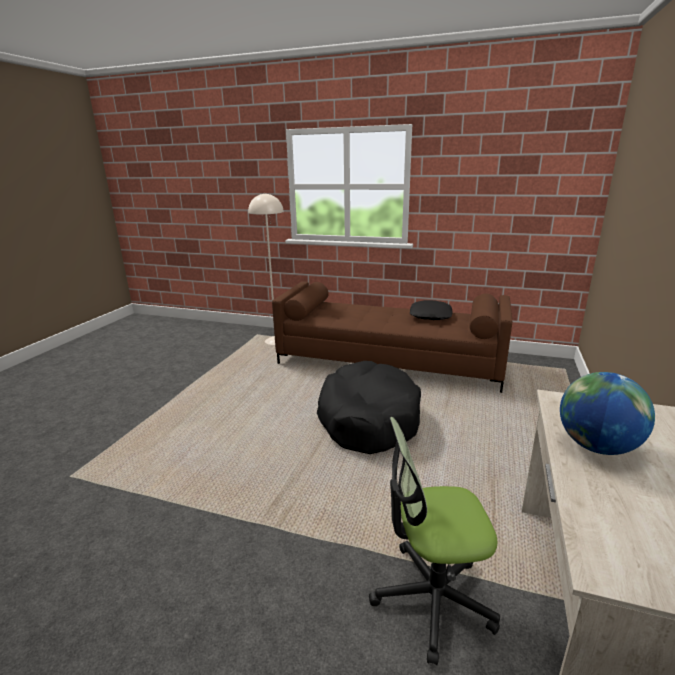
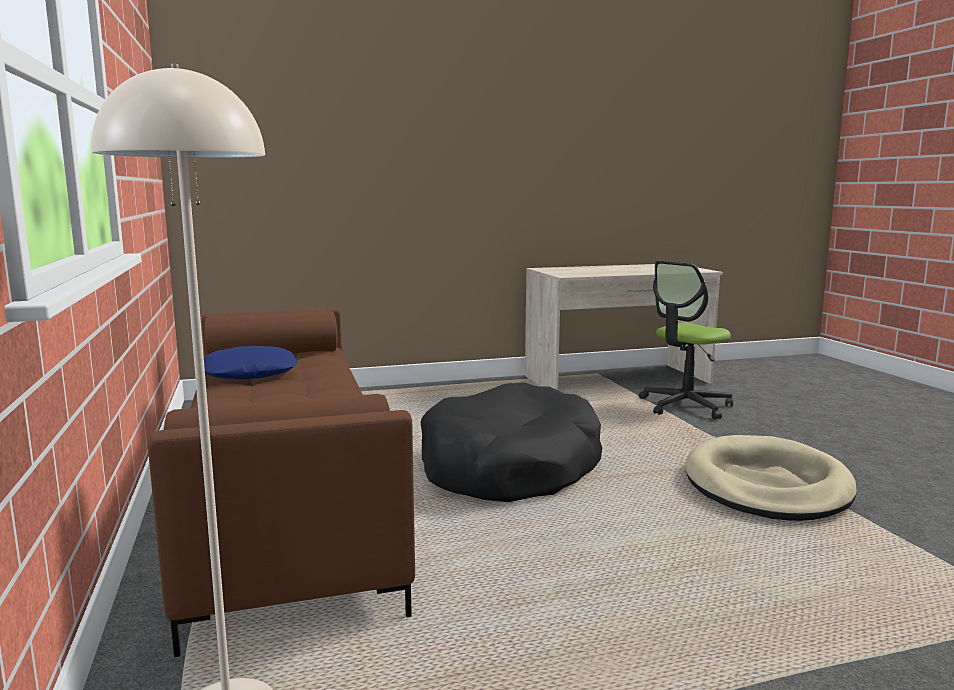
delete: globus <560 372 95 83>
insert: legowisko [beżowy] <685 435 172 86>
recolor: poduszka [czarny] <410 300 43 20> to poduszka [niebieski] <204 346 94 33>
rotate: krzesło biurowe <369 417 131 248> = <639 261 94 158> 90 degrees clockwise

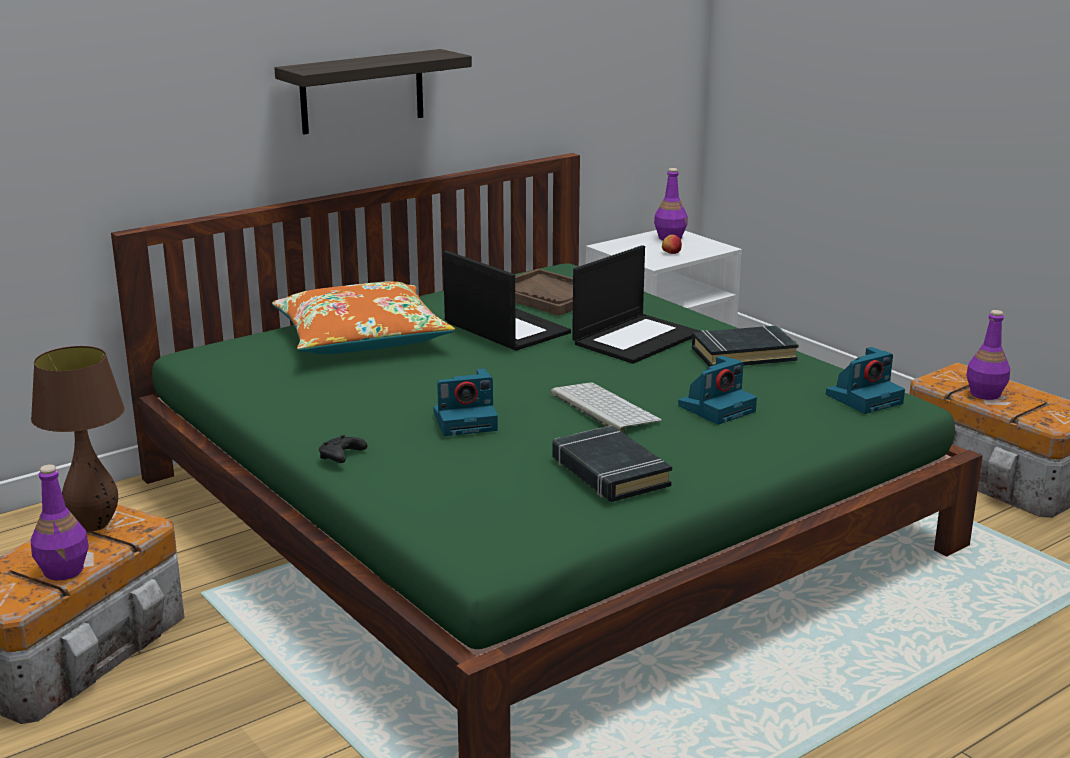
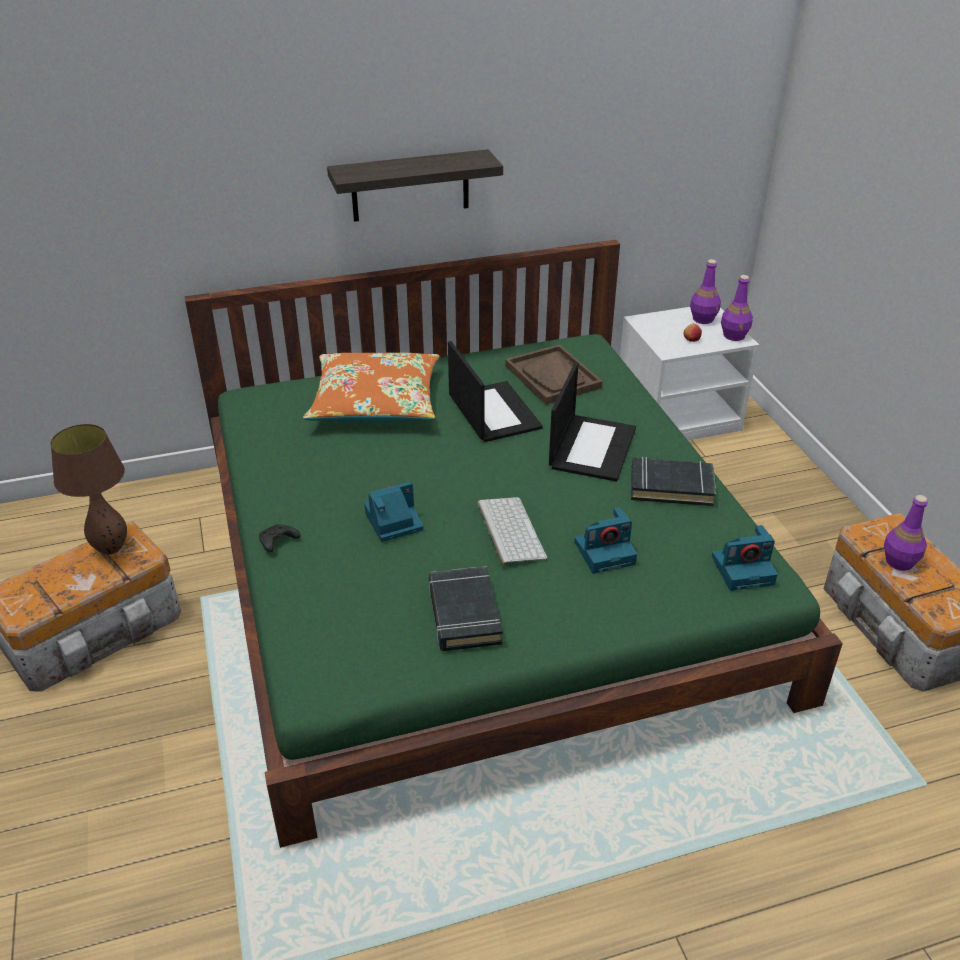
move: butelka [fioletowy] <30 465 59 115> to <721 275 32 66>
rotate: aparat fotograficzny <433 368 65 68> = <364 482 59 60> 150 degrees clockwise; laptop <572 245 129 119> = <549 362 87 120> 45 degrees counterclockwise

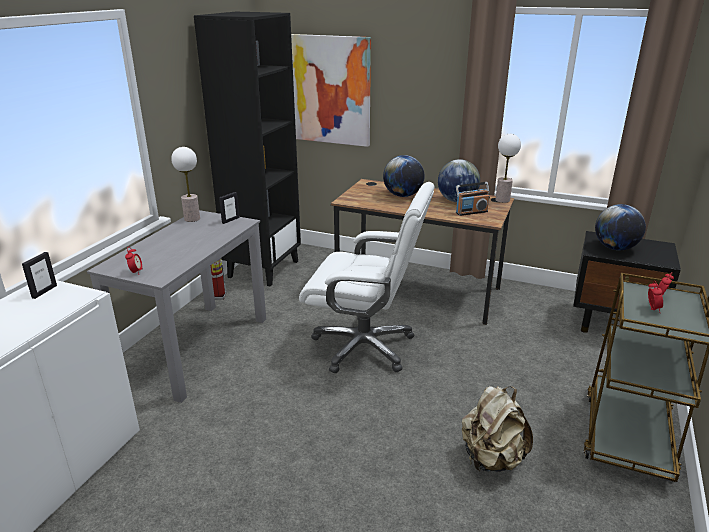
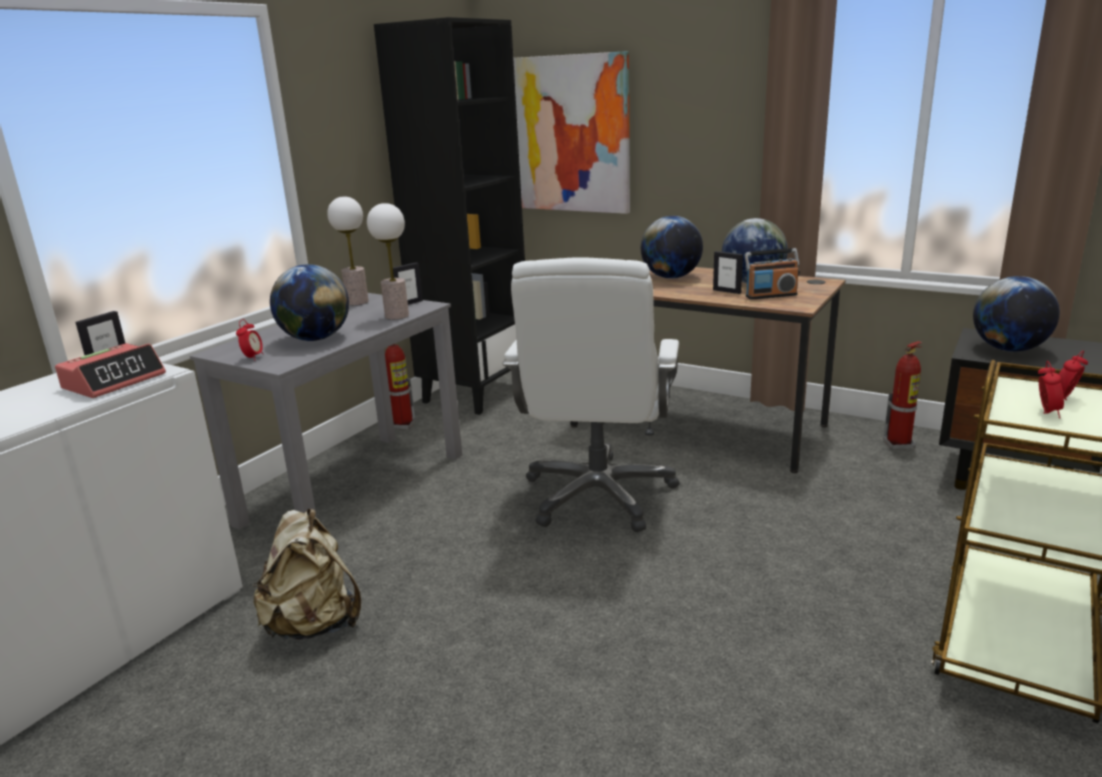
insert: budzik <55 343 111 55>; globus <270 264 79 77>; ramka na zdjęcie <713 251 30 43>; gaśnica <883 341 40 109>
move: plecak [beżowy] <462 386 71 86> to <253 509 108 131>; lampa stołowa <496 134 25 69> to <367 203 42 117>
rotate: krzesło biurowe [biały] <299 182 136 191> = <502 257 177 275> 75 degrees clockwise

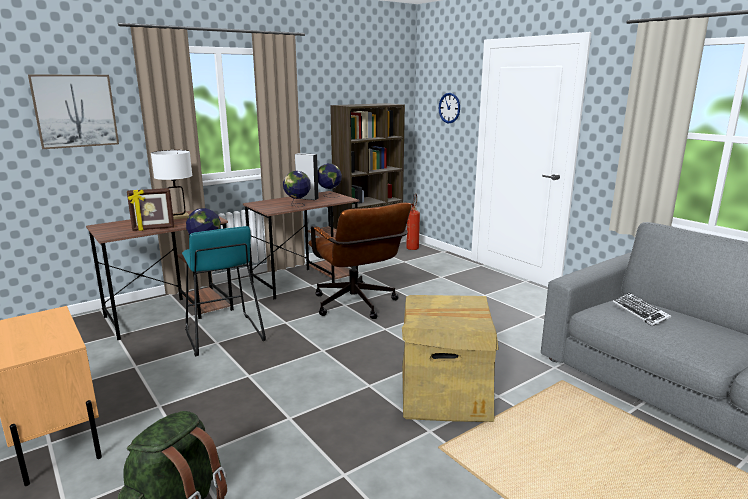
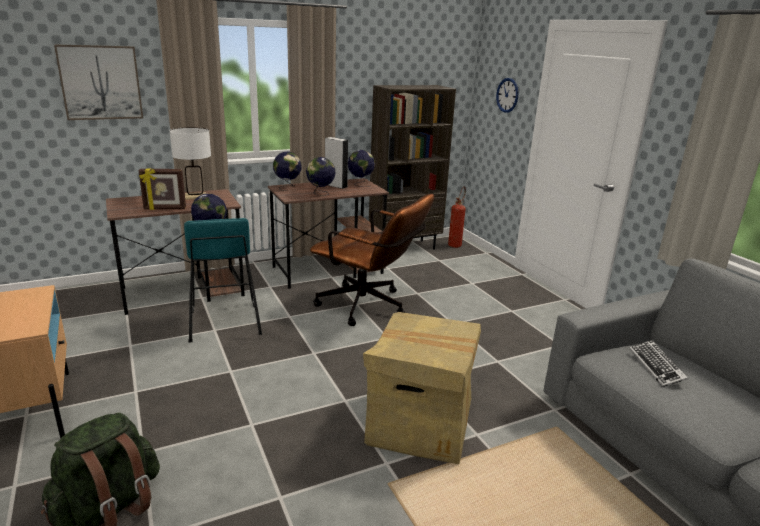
insert: globus <273 151 29 40>
rotate: krzesło biurowe [brązowy] <308 203 103 116> = <310 194 124 132> 45 degrees counterclockwise

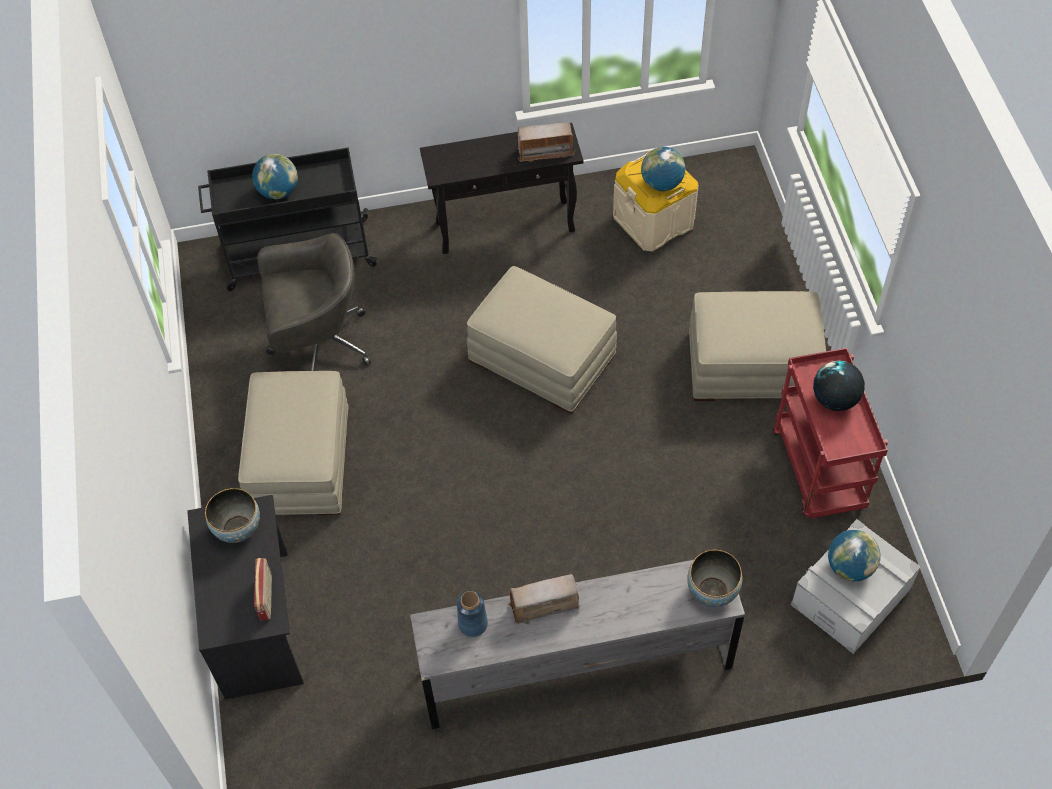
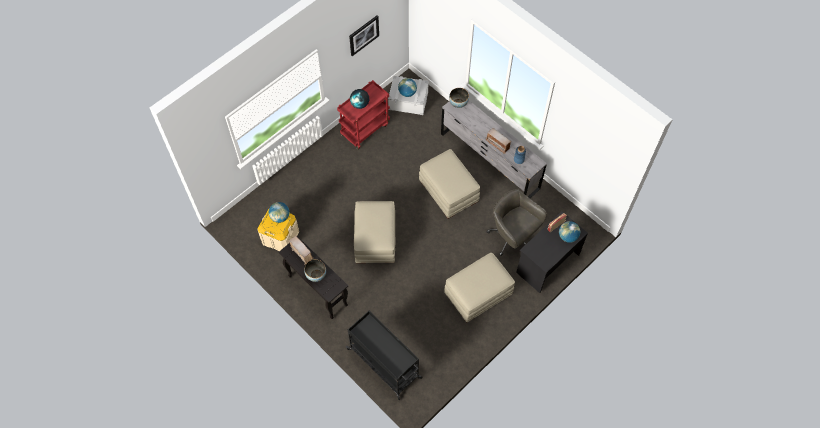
insert: obraz <349 15 30 41>
move: miska <205 488 55 55> to <304 259 22 23>; globus <252 154 46 45> to <559 221 21 22>; krzesło biurowe [szary] <257 233 114 138> to <486 189 61 67>; pufa [beżowy] <689 291 137 110> to <419 149 61 70>

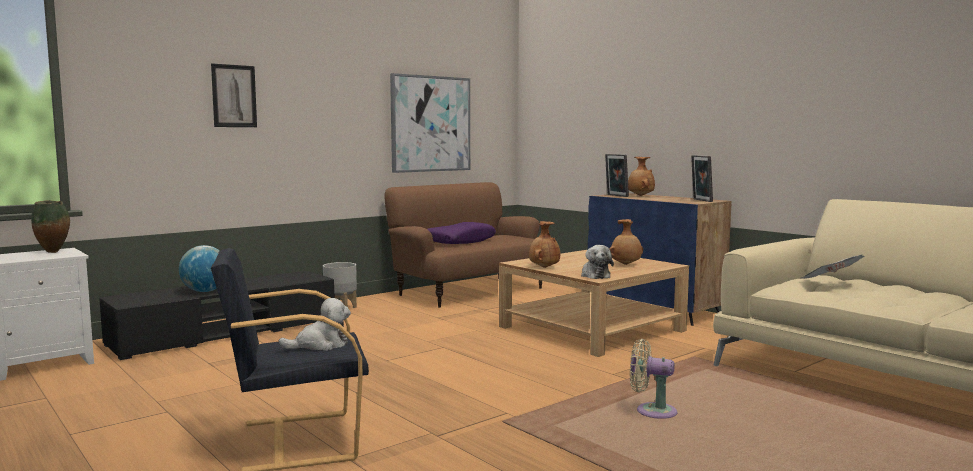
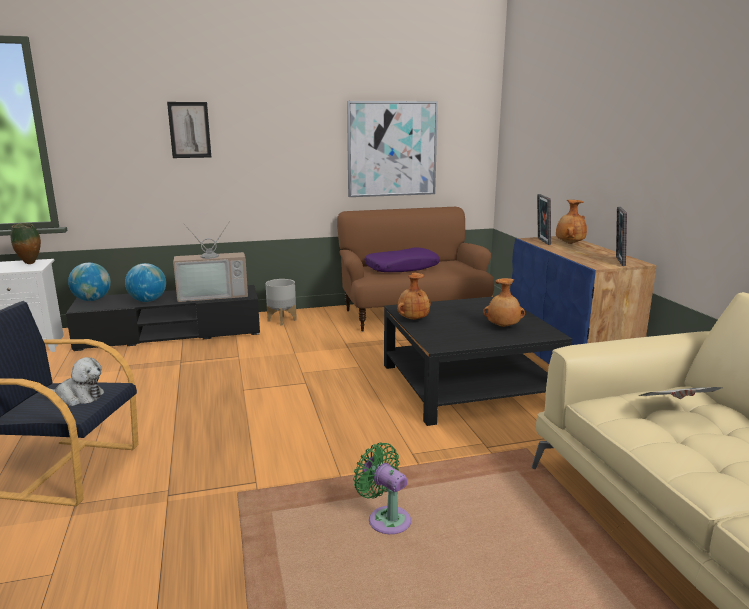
delete: pluszak <581 245 33 34>
insert: globus <68 263 43 38>; telewizor <173 221 75 81>
recolor: ława [beżowy] <499 250 190 107> to ława [czarny] <384 296 188 130>; wentylator [beżowy] <630 339 48 80> to wentylator [zielony] <353 443 58 91>

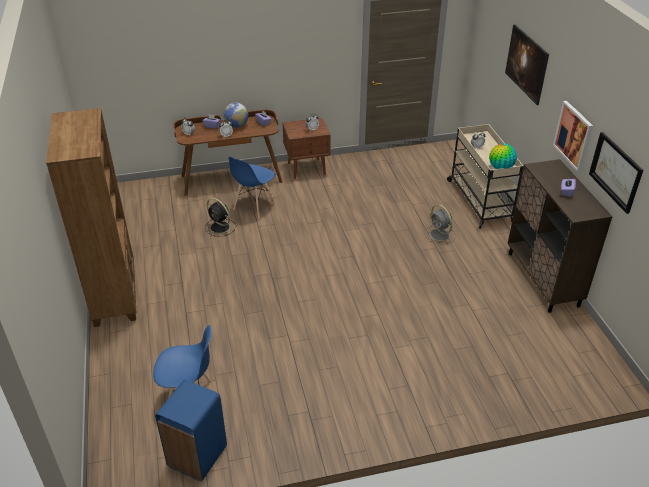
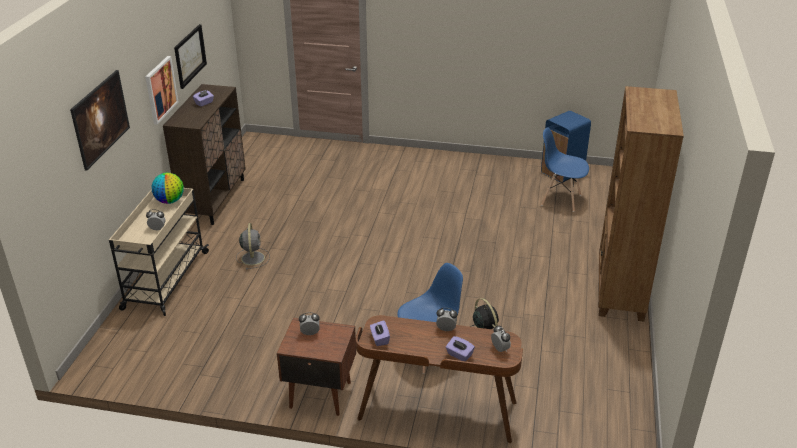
delete: globus <224 102 25 26>

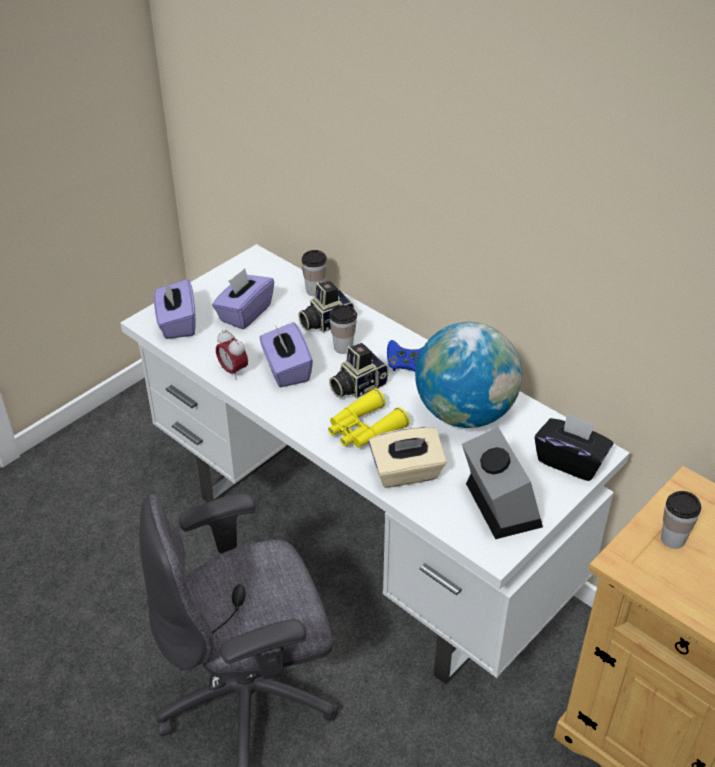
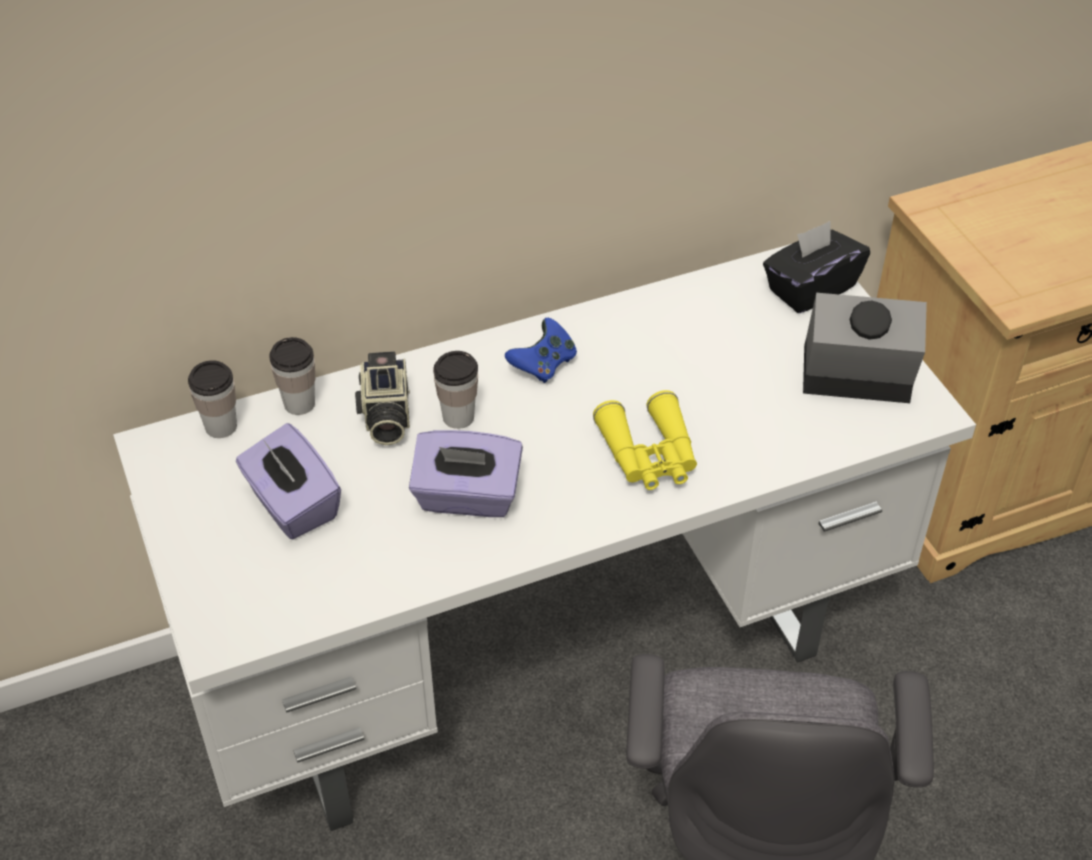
delete: pudełko chusteczek [fioletowy] <154 279 42 60>; budzik <216 330 32 50>; aparat fotograficzny <329 343 59 56>; pudełko chusteczek [beżowy] <369 427 77 61>; globus <415 322 107 106>
move: filiżanka <661 491 40 58> to <188 360 49 78>

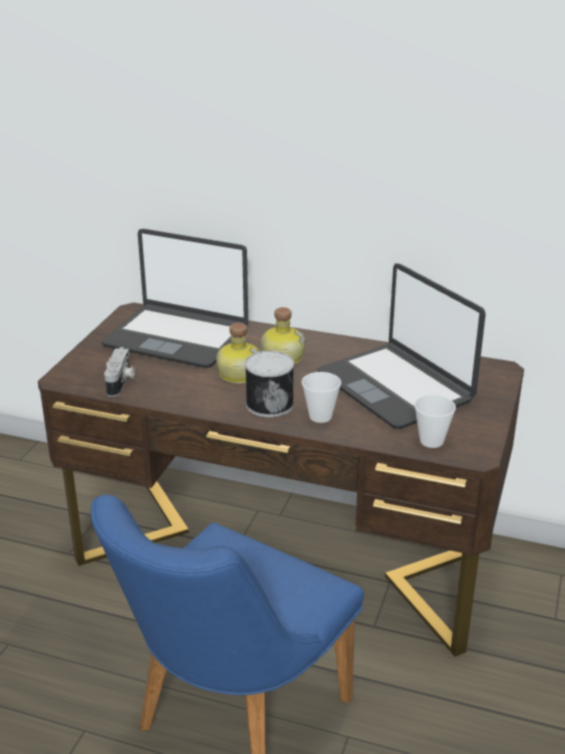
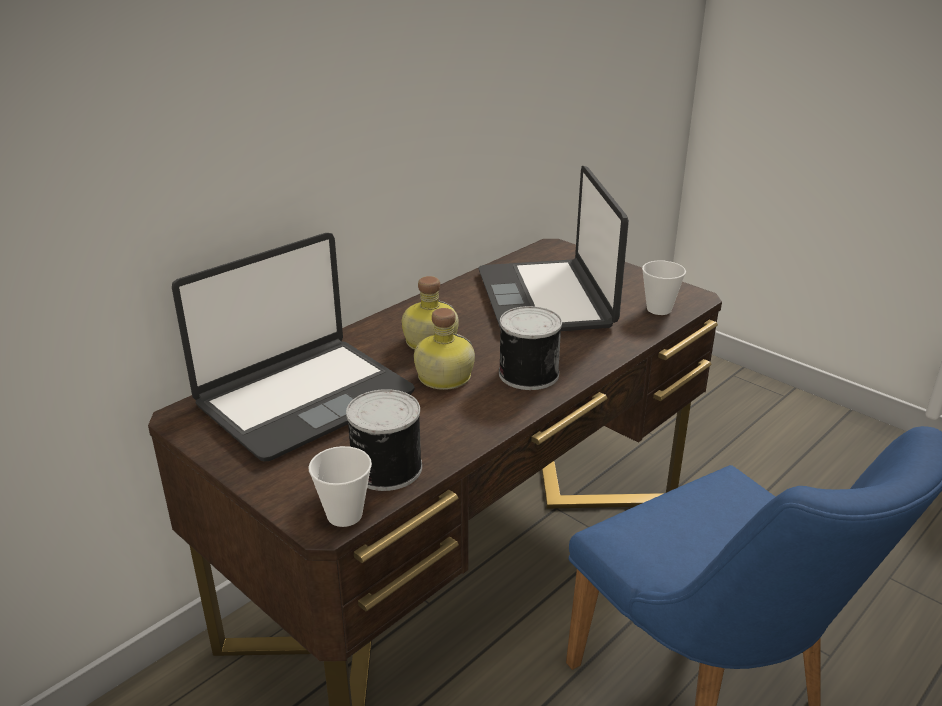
move: filiżanka <302 372 39 51> to <309 446 63 81>
replace: aparat fotograficzny <104 347 31 50> to puszka <346 389 76 102>
rotate: laptop <318 264 168 165> = <478 166 151 165> 90 degrees clockwise

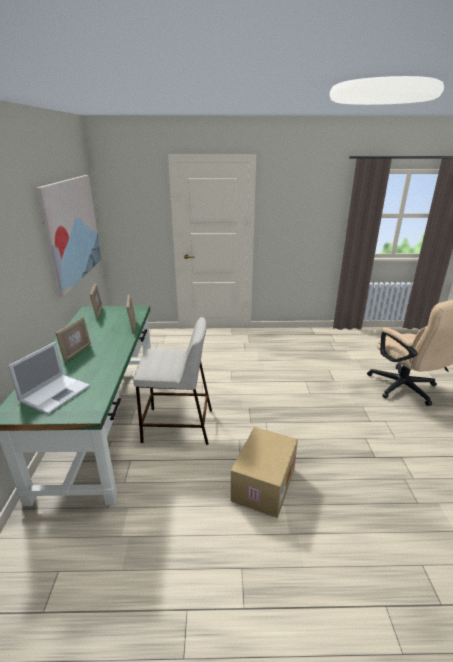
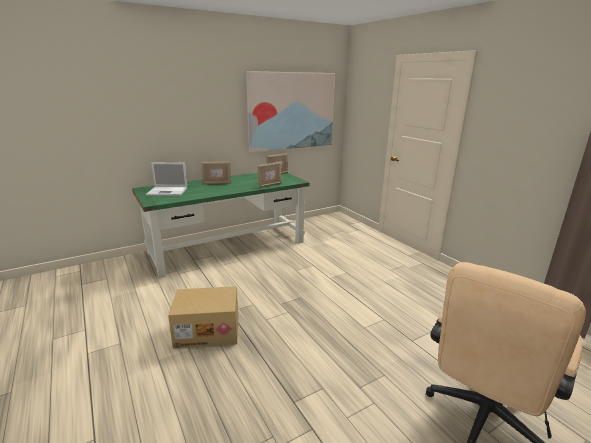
delete: stołek [beżowy] <133 317 79 128>

